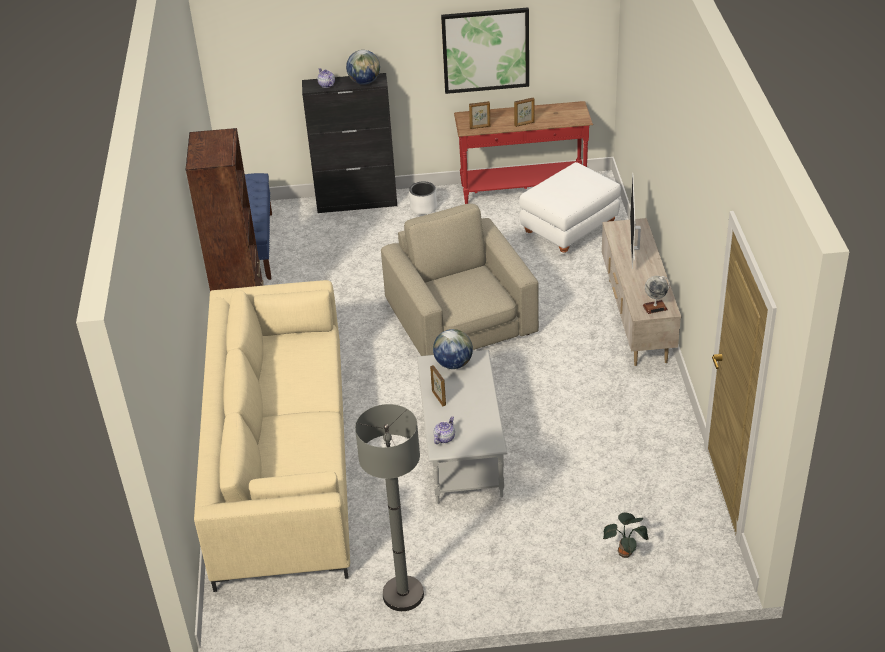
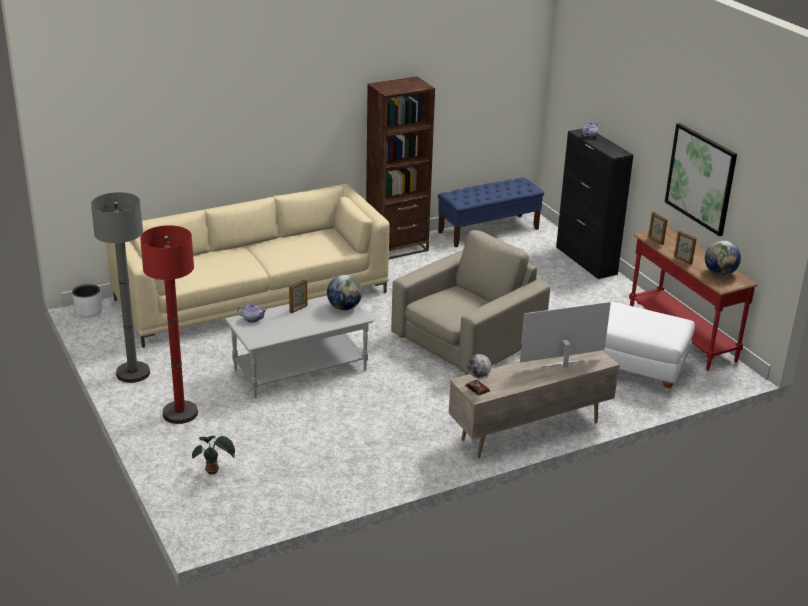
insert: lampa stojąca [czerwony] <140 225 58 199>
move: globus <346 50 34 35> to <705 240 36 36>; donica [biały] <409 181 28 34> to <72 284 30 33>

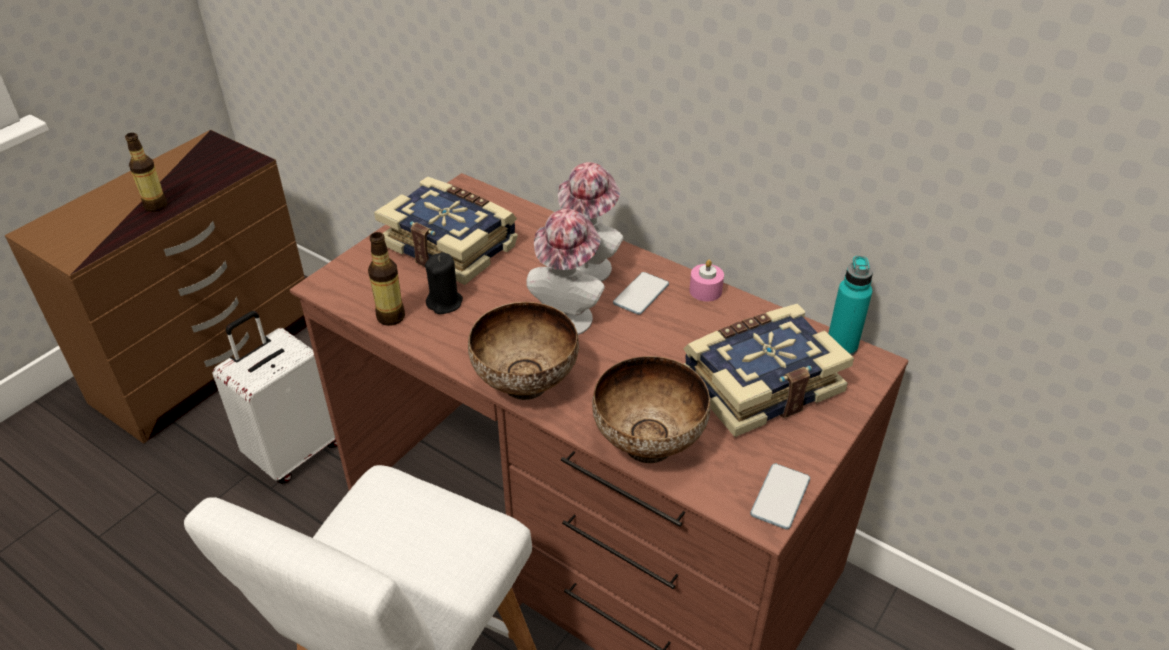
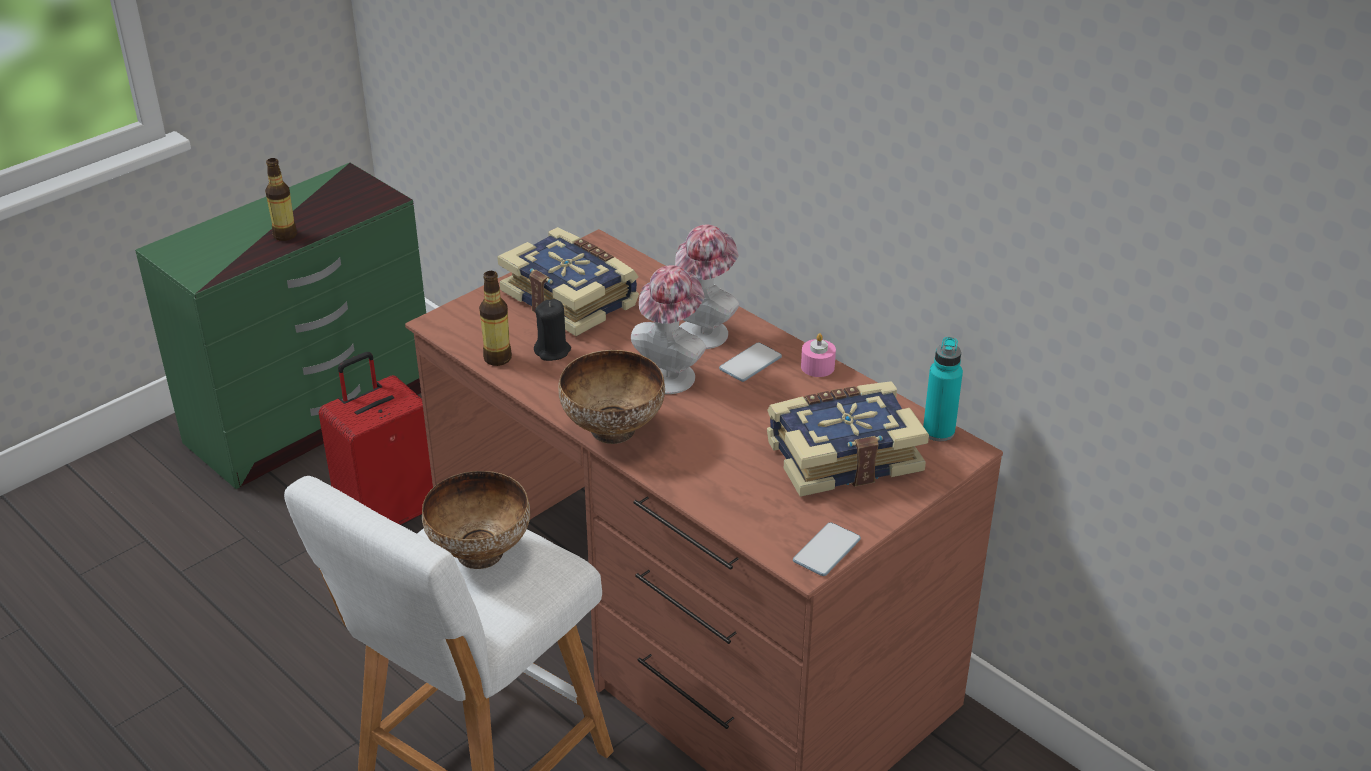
move: miska <592 356 119 107> to <422 471 108 98>
recolor: komoda [brązowy] <5 130 302 314> to komoda [zielony] <135 163 291 326>; walizka [biały] <213 311 124 173> to walizka [czerwony] <319 352 114 173>

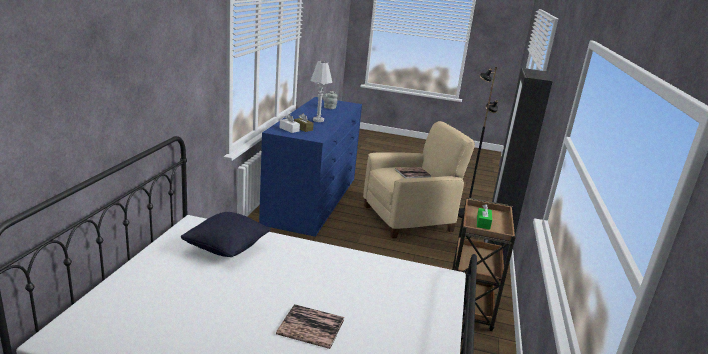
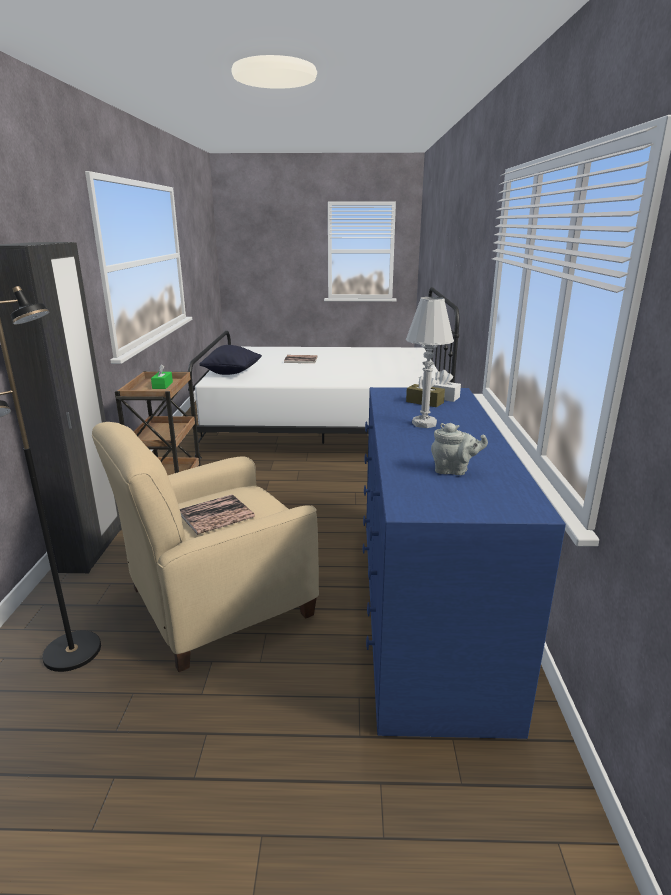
move: poduszka [czarny] <181 212 90 45> to <199 345 63 30>

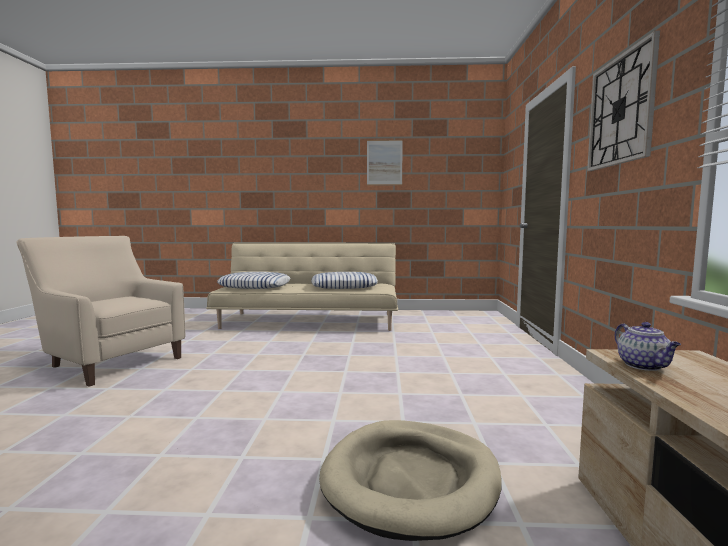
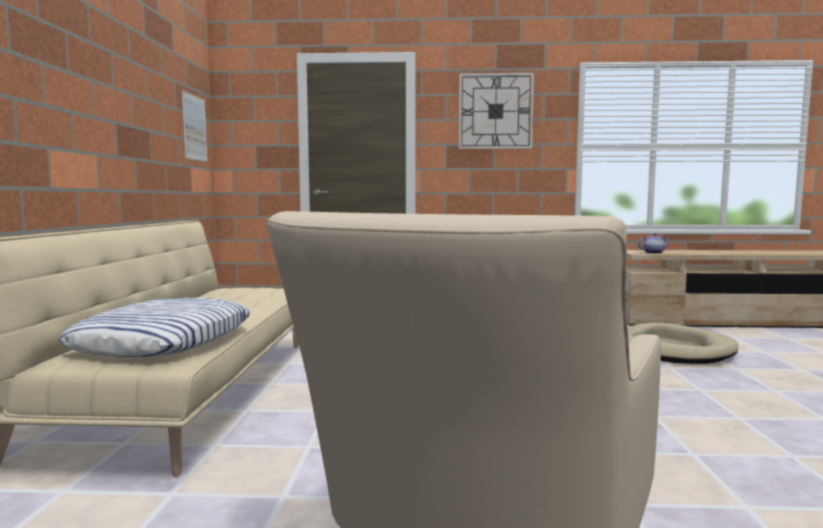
delete: poduszka <312 272 66 17>
move: obraz <367 140 36 45> to <182 89 26 74>

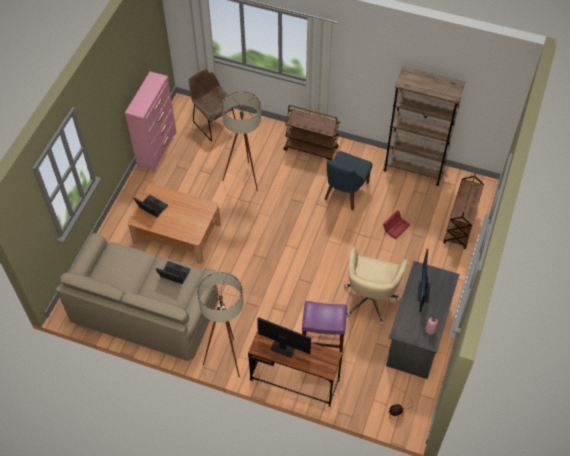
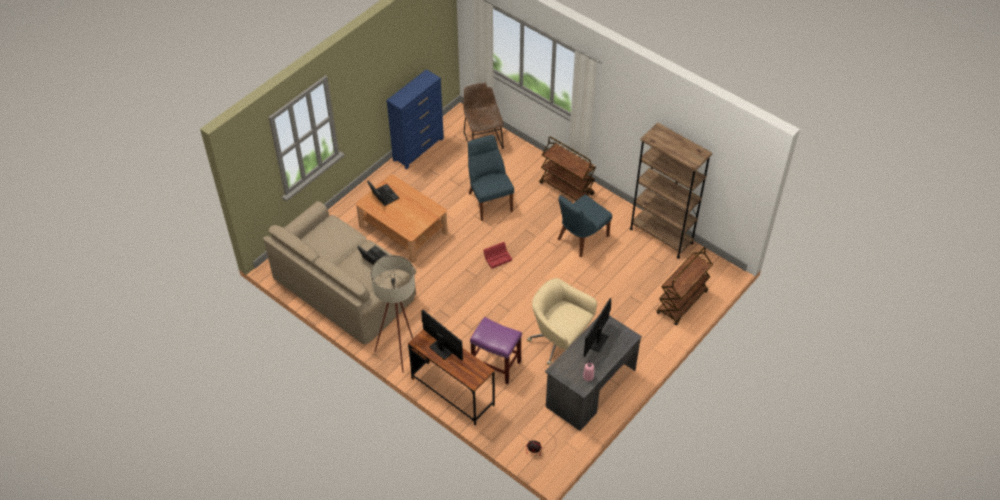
move: pojemnik do przechowywania [czerwony] <383 210 27 29> to <483 242 29 27>
replace: lampa stojąca [beżowy] <222 91 39 100> to krzesło [niebieski] <468 135 46 86>
recolor: komoda [różowy] <125 71 52 102> to komoda [niebieski] <386 69 58 100>
rotate: krzesło biurowe [beżowy] <344 247 64 79> = <527 278 70 88> 90 degrees clockwise

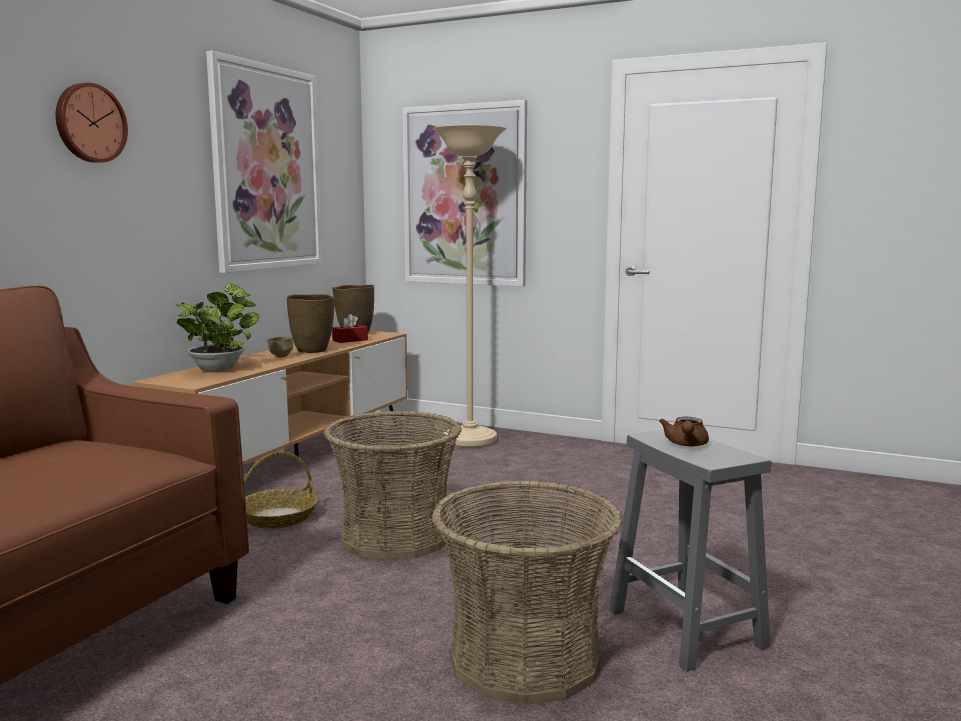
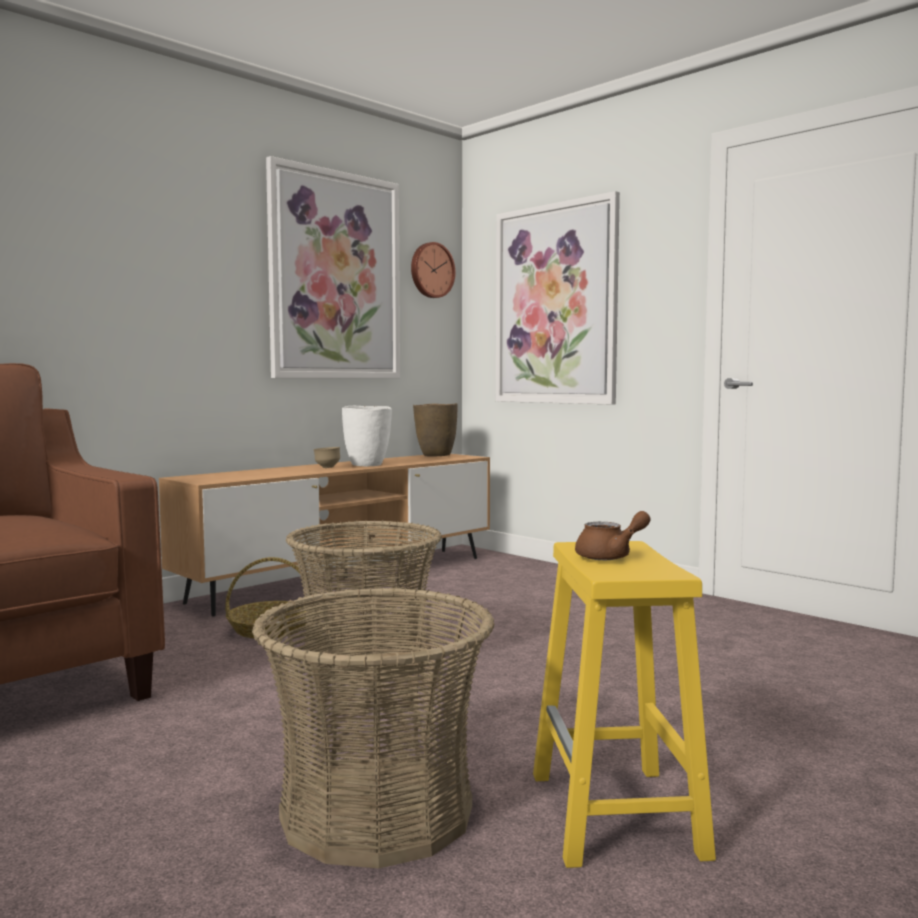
delete: roślina doniczkowa <176 283 83 89>; pudełko chusteczek [czerwony] <332 314 36 29>; lampa stojąca [beżowy] <432 125 74 323>
move: zegar ścienny <56 83 72 80> to <411 242 44 56>
recolor: wazon [brązowy] <287 294 48 59> to wazon [biały] <342 406 50 60>; stołek [szary] <609 430 162 242> to stołek [żółty] <533 541 183 327>
rotate: imbryk [brązowy] <659 417 50 29> = <575 511 75 49> 150 degrees counterclockwise

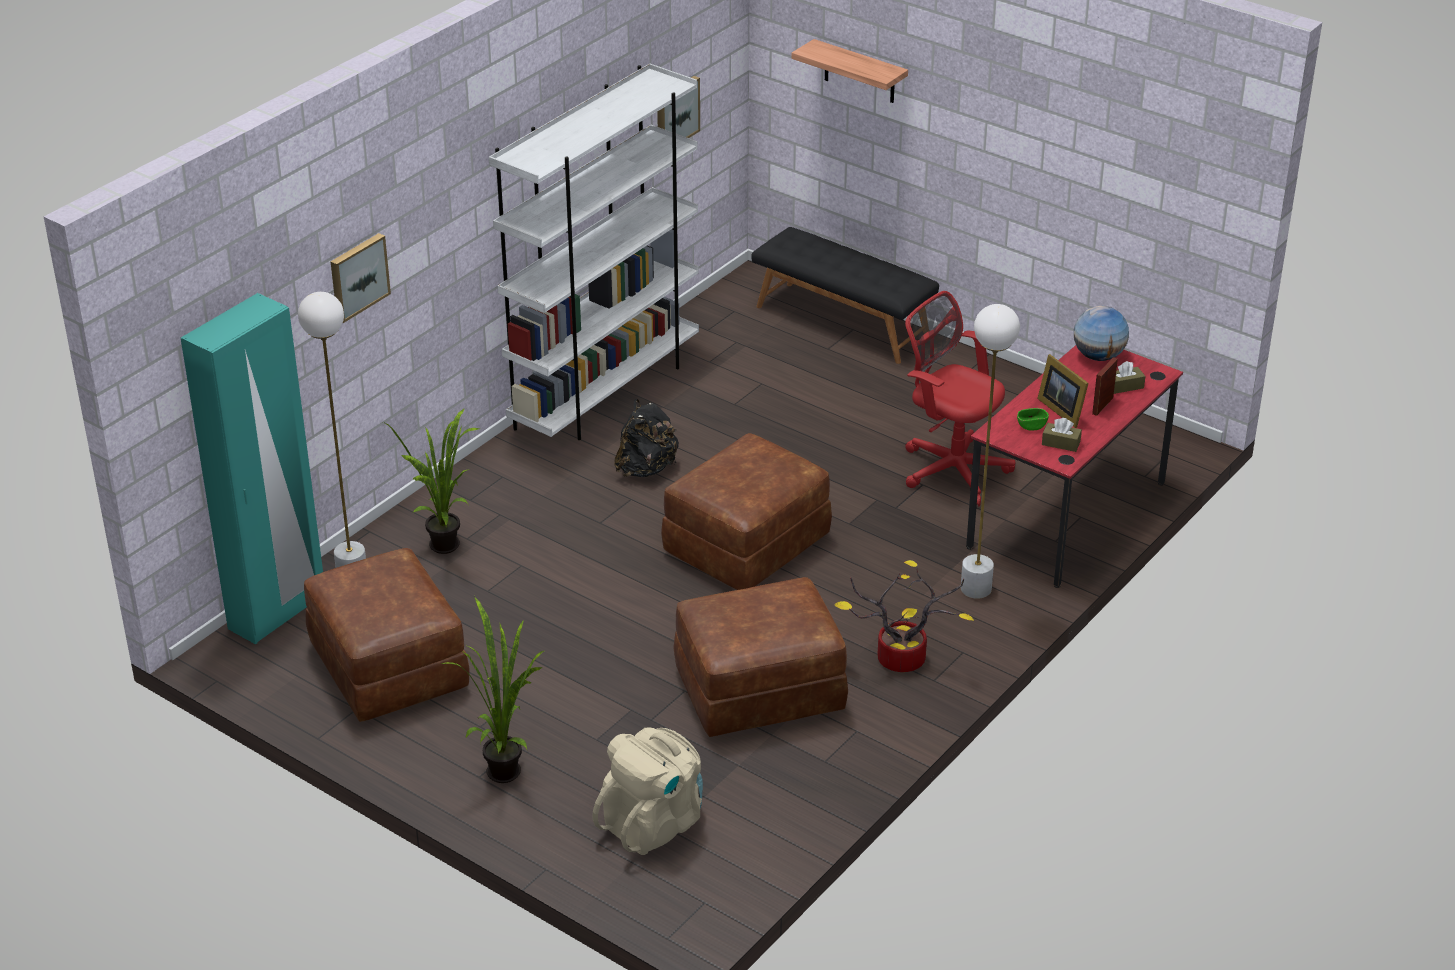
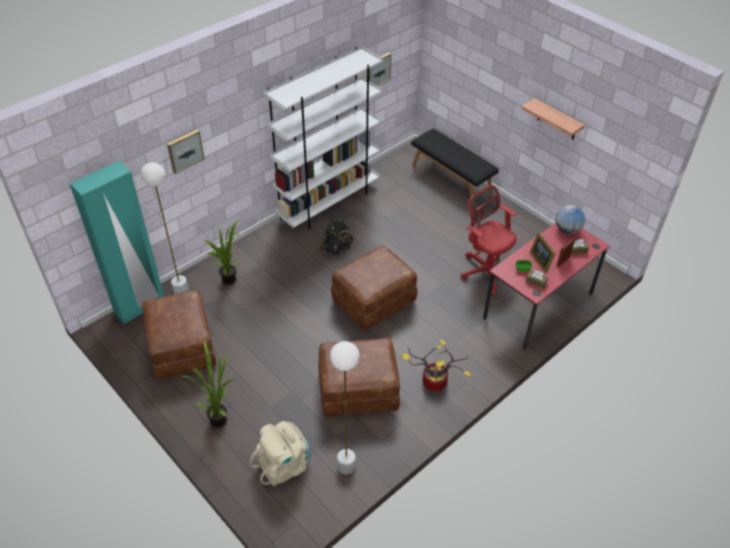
move: półka <791 39 117 64> to <521 98 64 42>; lampa stojąca [biały] <961 304 59 295> to <330 341 30 133>

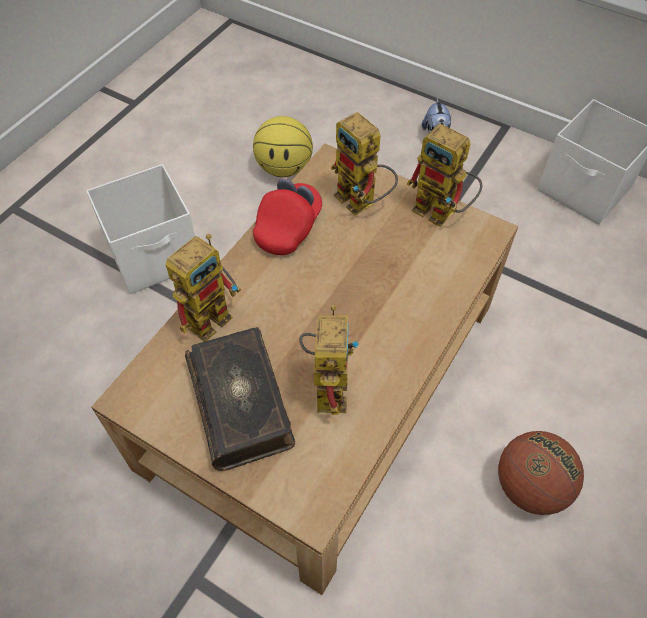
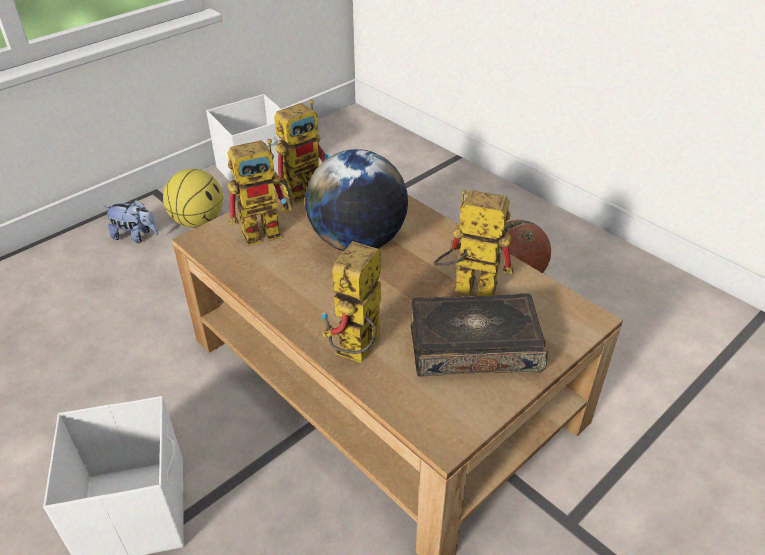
delete: czapka z daszkiem [czerwony] <253 178 69 77>
insert: globus <305 149 103 102>
move: piłka do koszykówki <253 116 60 61> to <163 169 60 58>
rotate: robot zabawkowy <166 234 75 108> = <321 241 60 122> 120 degrees counterclockwise

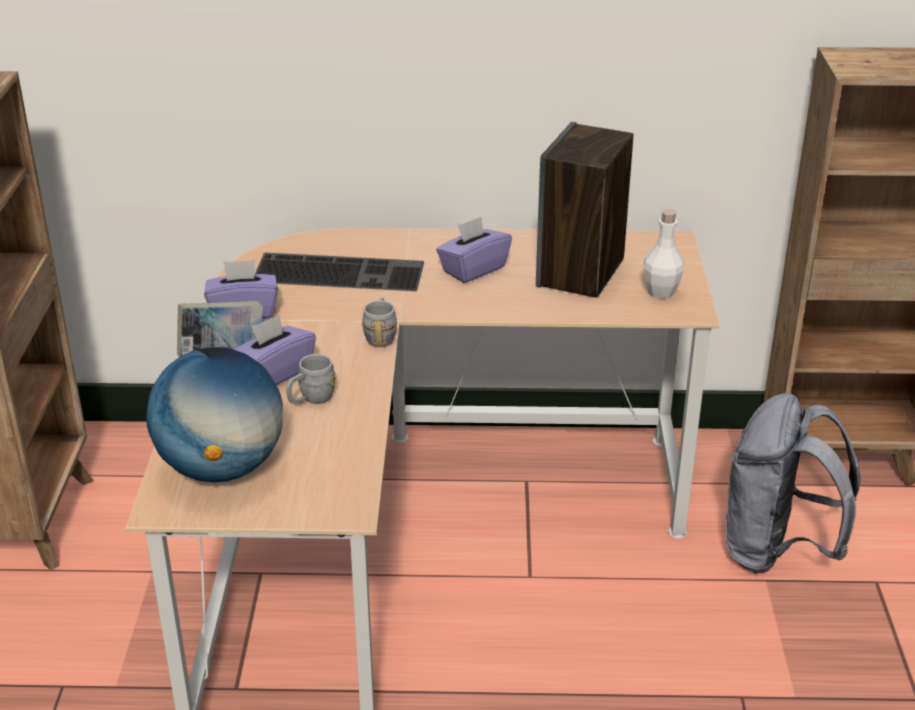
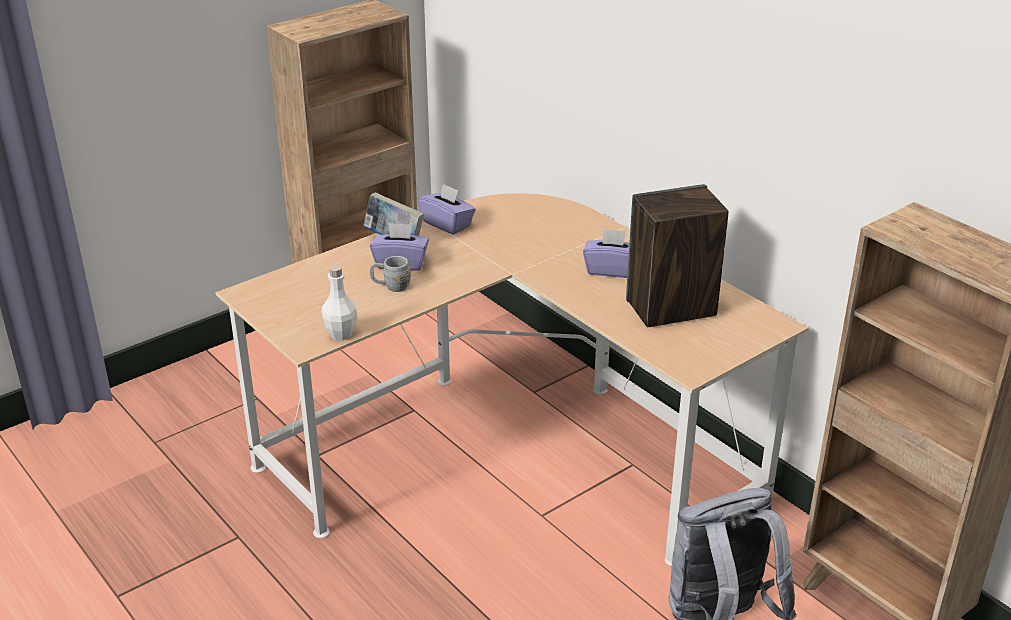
delete: globus <146 347 137 135>; klawiatura <255 252 169 39>; kubek [szary] <362 297 35 50>
move: butelka [biały] <644 209 40 90> to <322 265 35 75>

